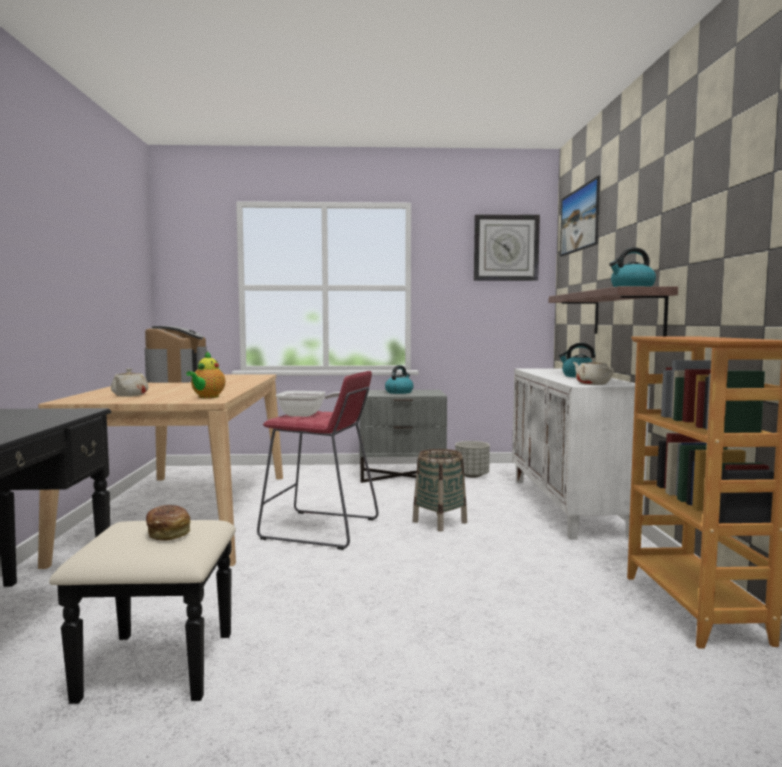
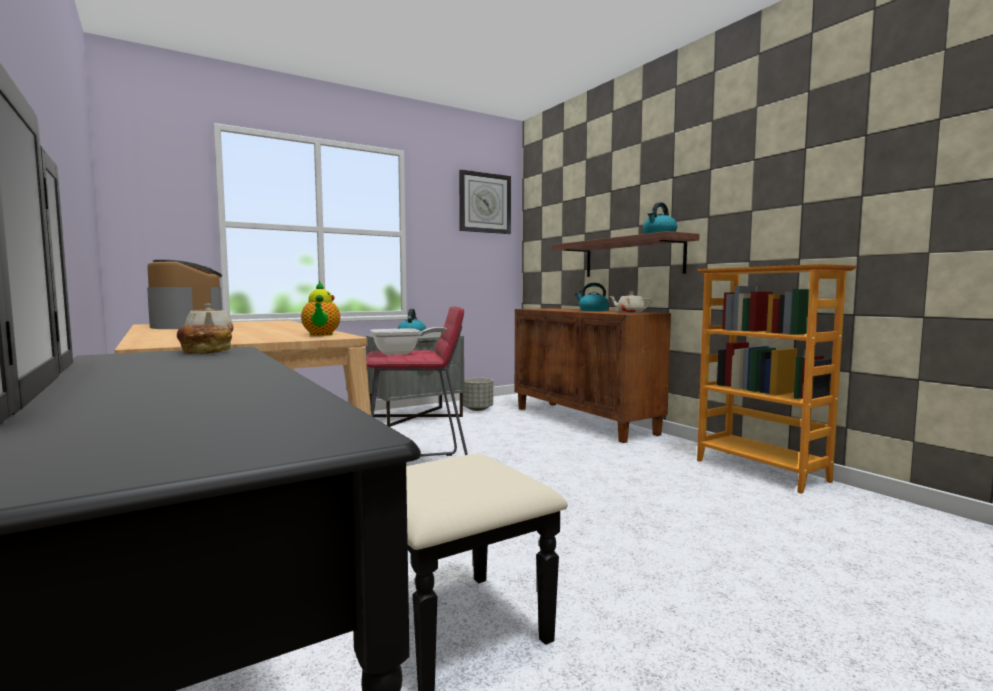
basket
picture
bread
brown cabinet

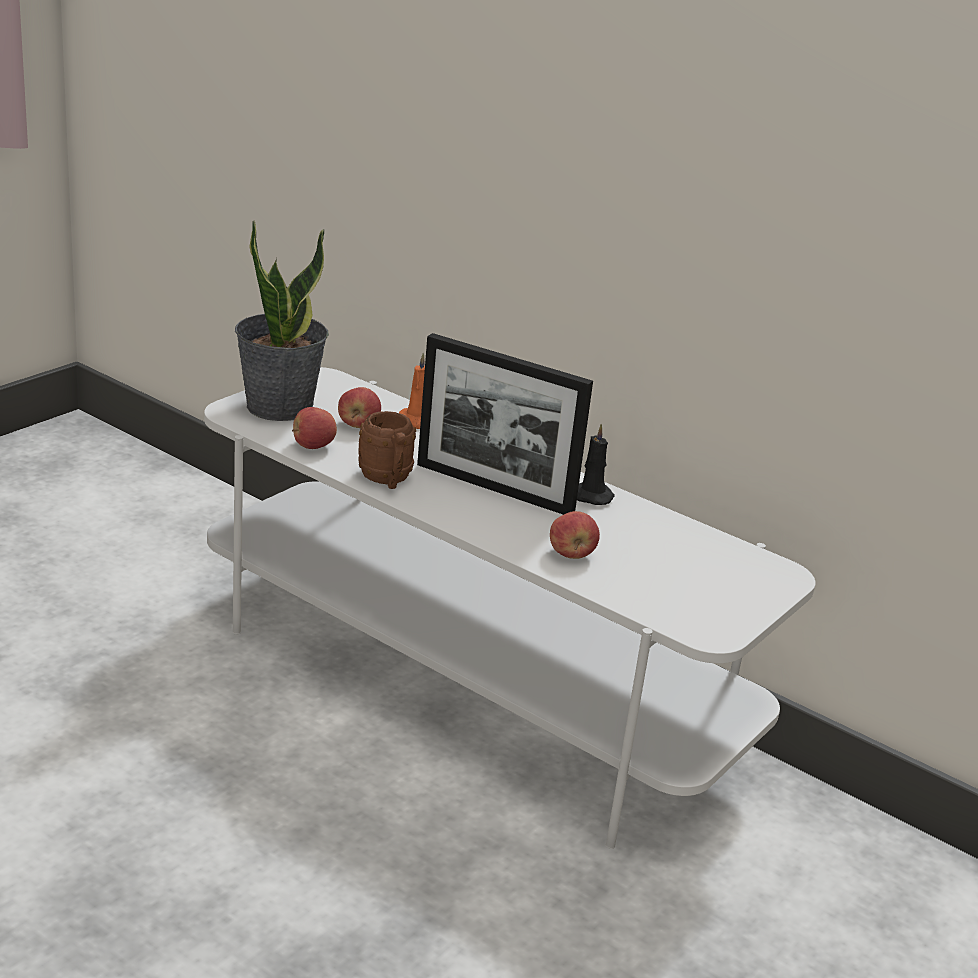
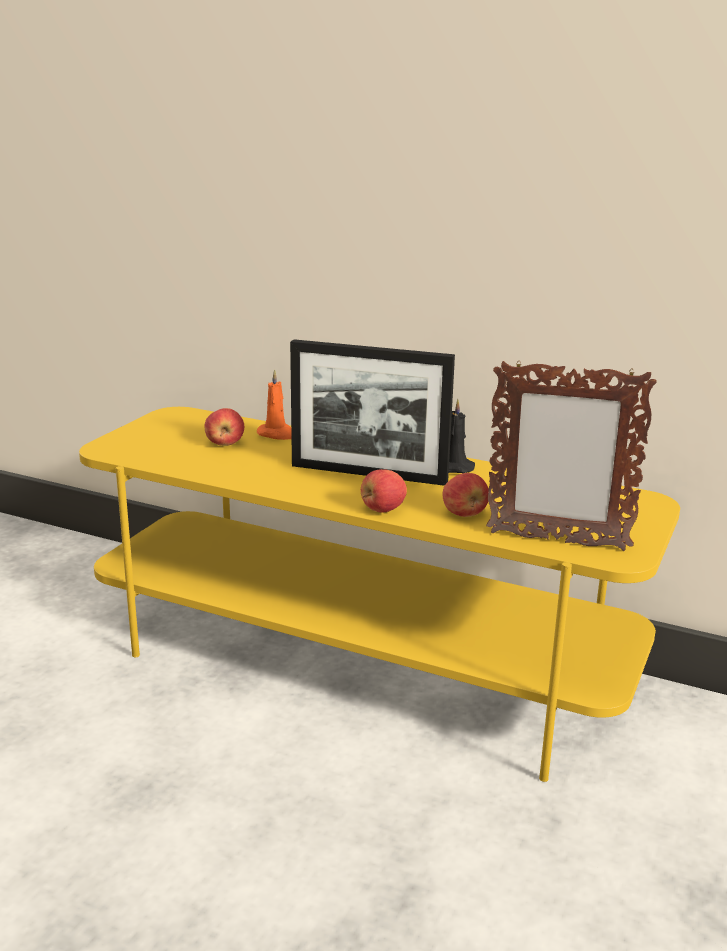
potted plant
brown mug
picture frame (2nd from left)
apple (2nd from left)
yellow tv stand

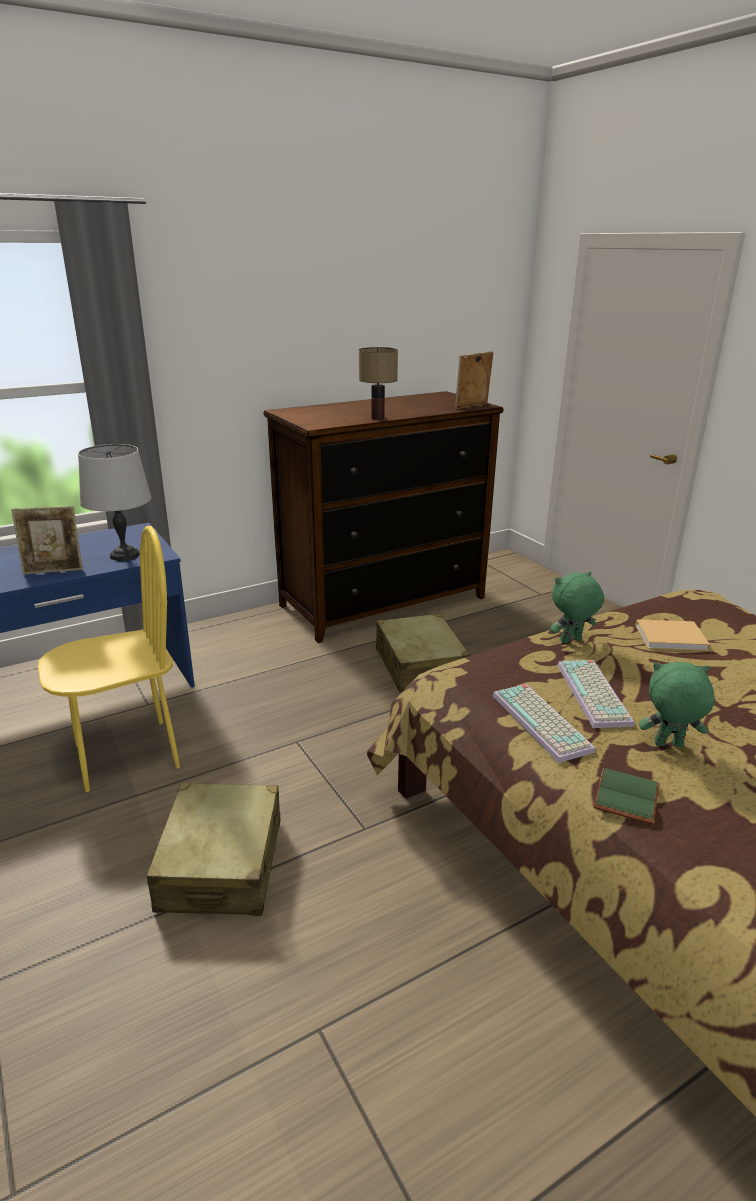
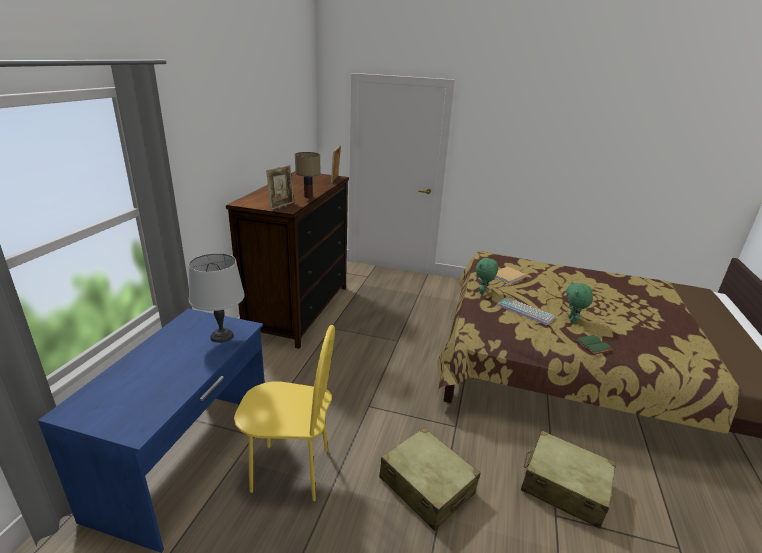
keyboard (1st from left in the first image)
picture frame (1st from left)
beige suitcase (2nd from left)
yellow chair
green plush toy (2nd from left)

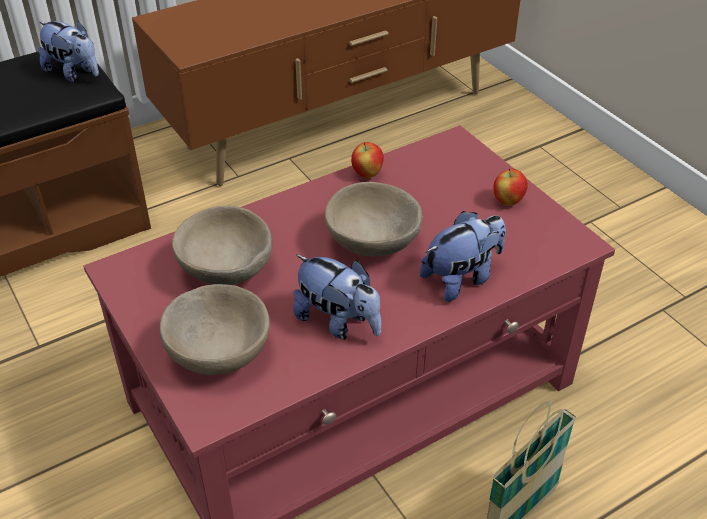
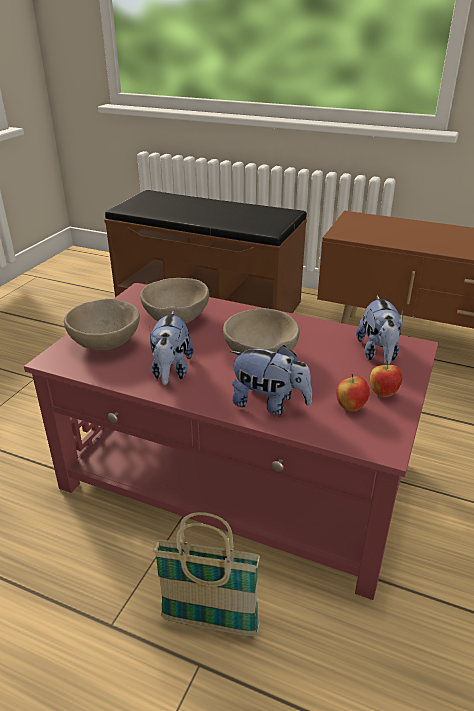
plush toy (3rd from left)
apple (1st from left)

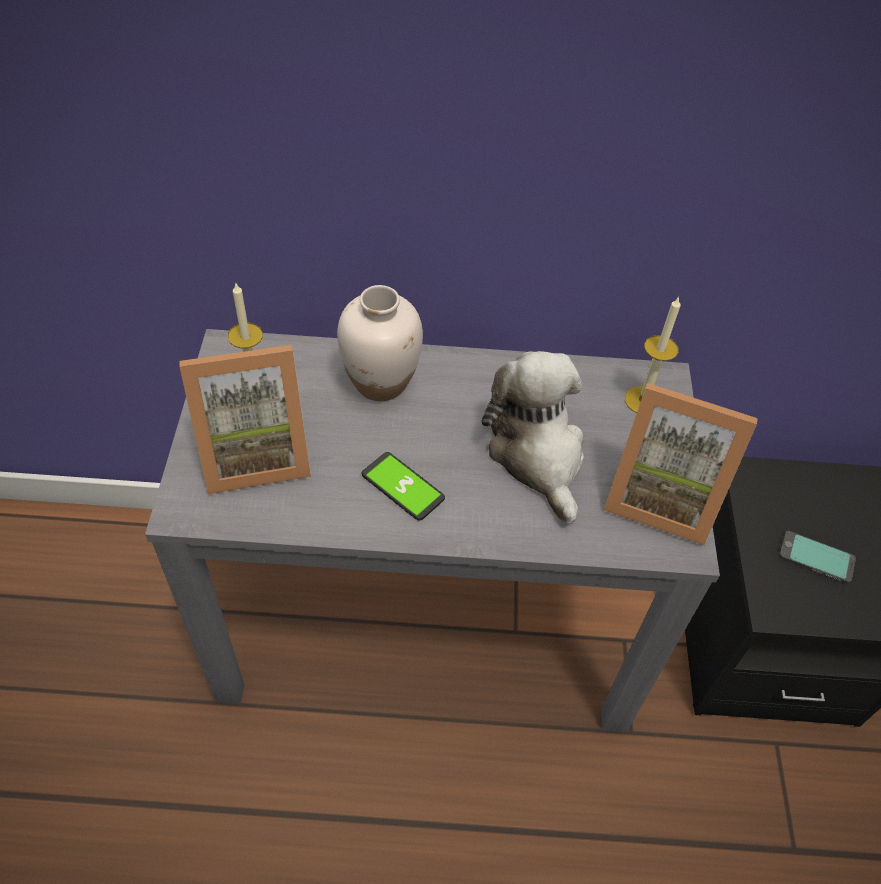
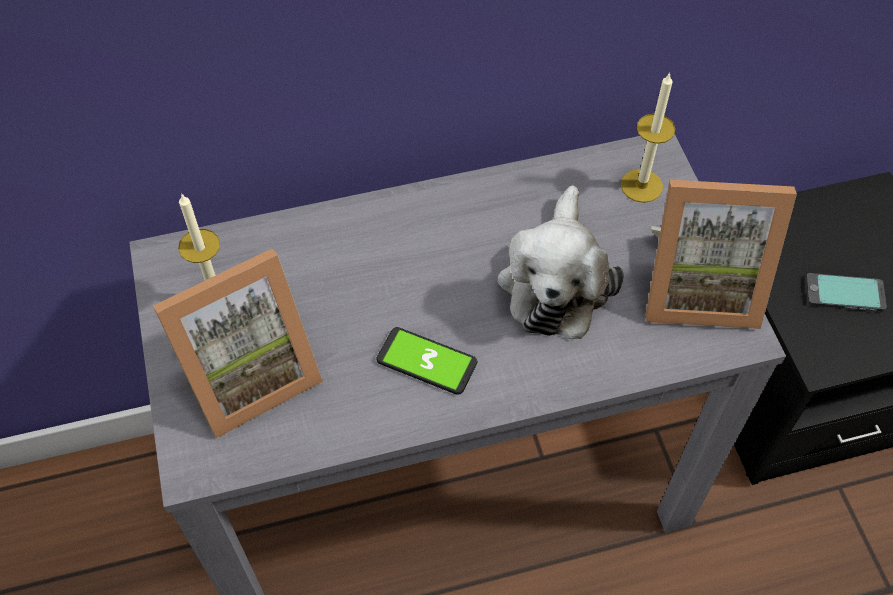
white vase
plush toy

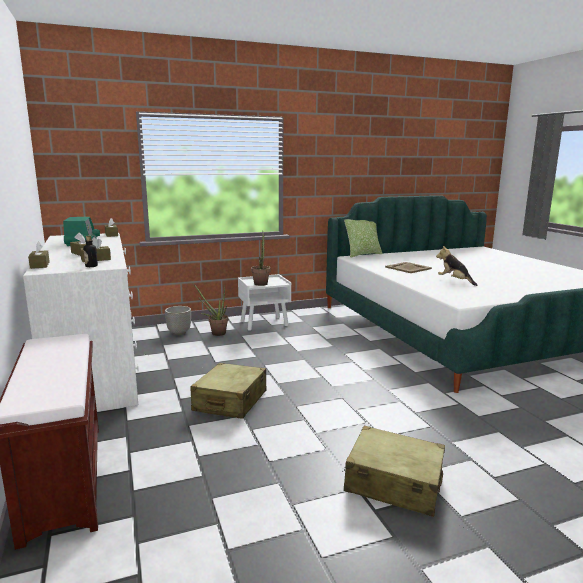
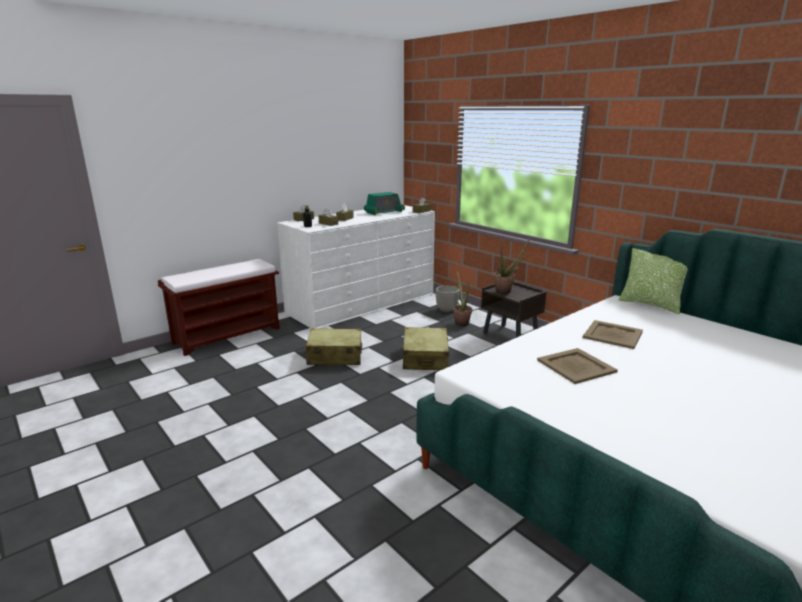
beige suitcase (2nd from left)
beige tray (1st from left)
brown nightstand

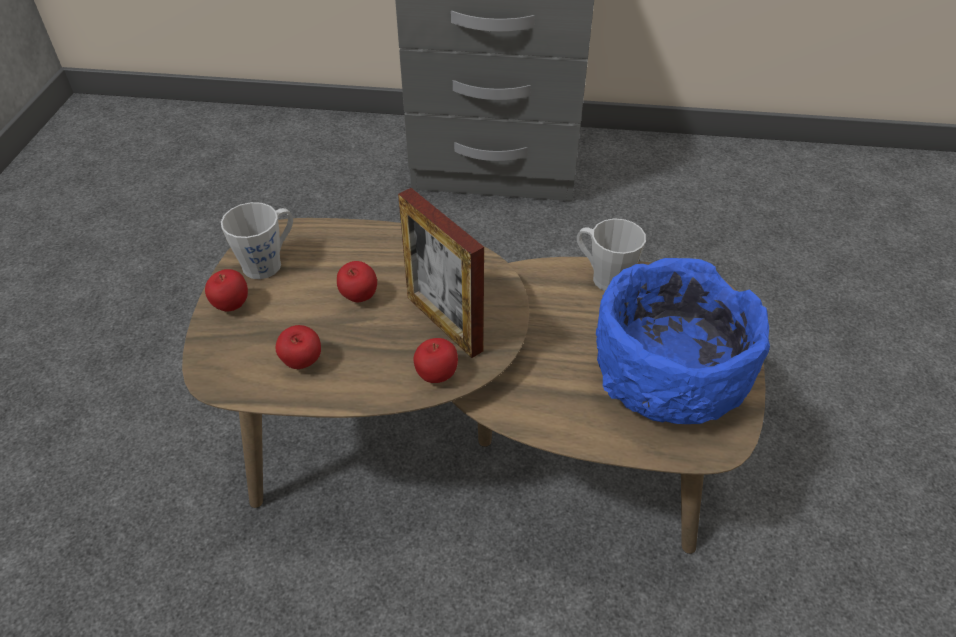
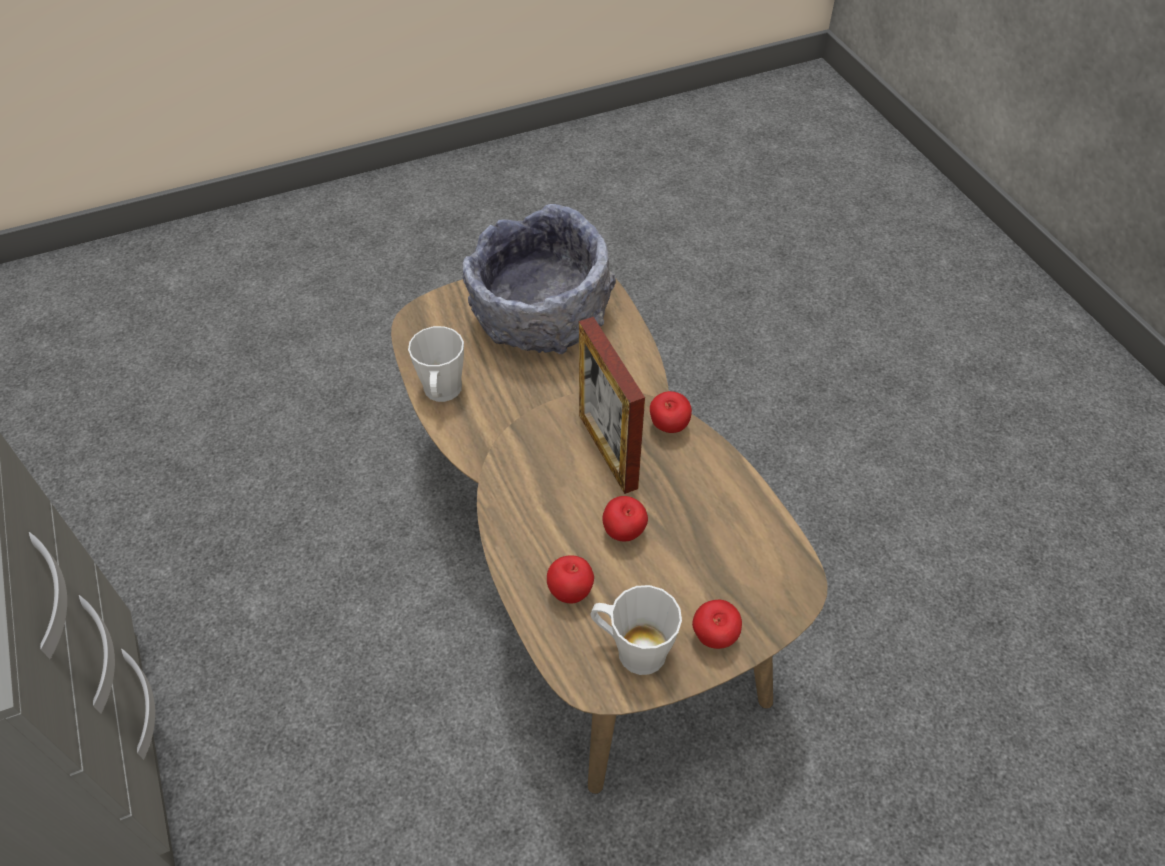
apple (1st from left)
grey bowl
picture frame

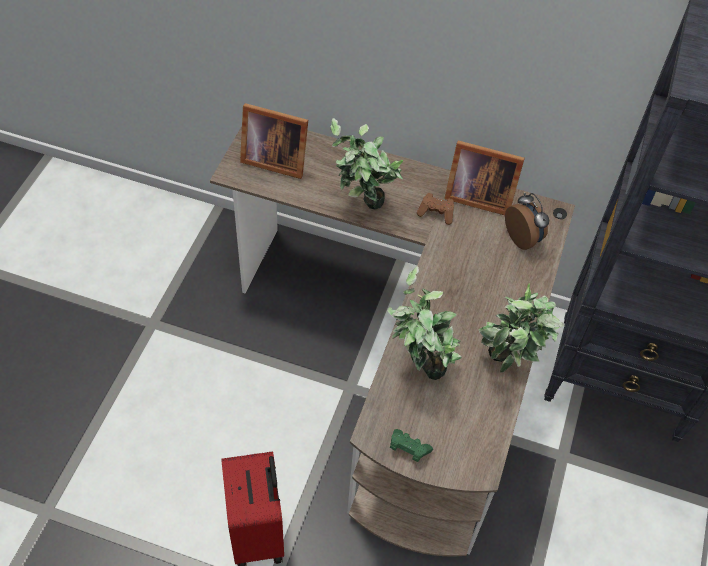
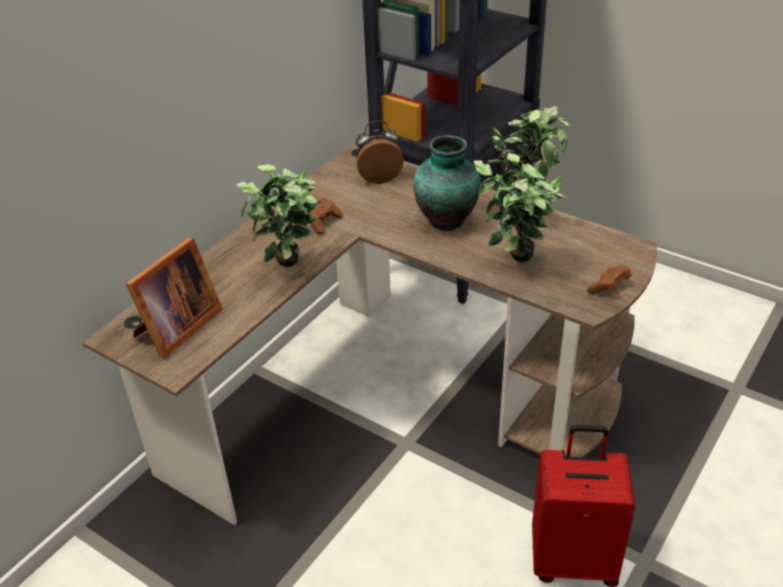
picture frame (2nd from left in the first image)
vase
brown game controller (2nd from left)

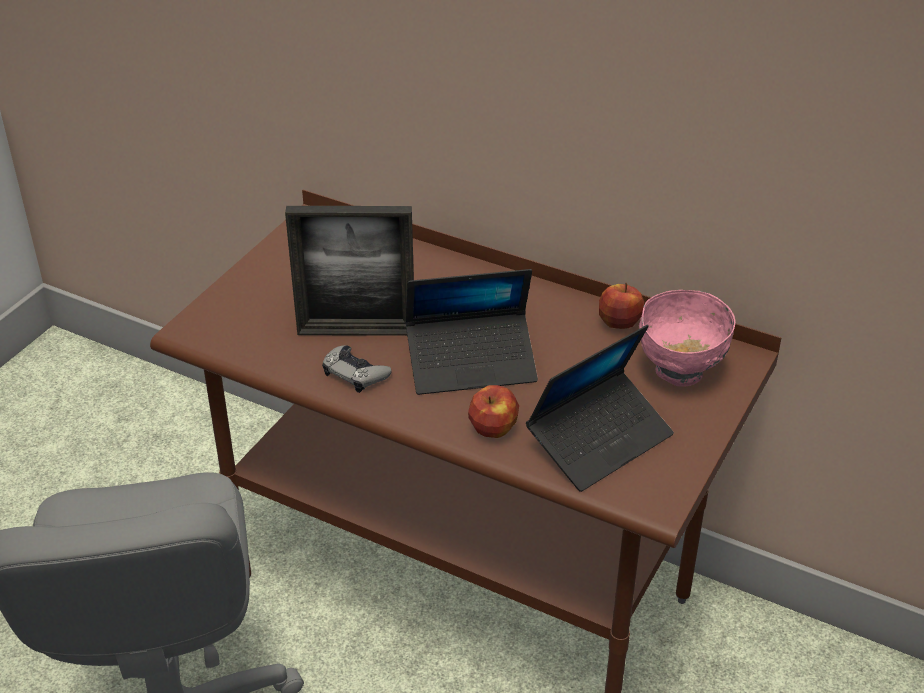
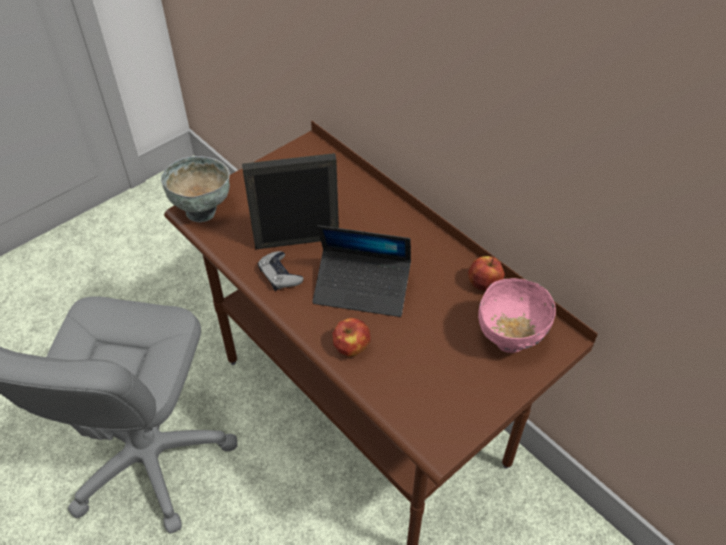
laptop (2nd from left in the first image)
grey bowl
picture frame

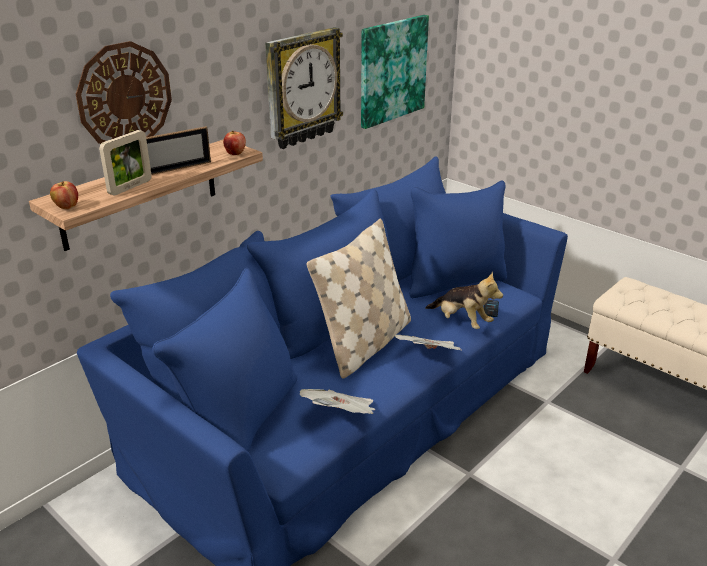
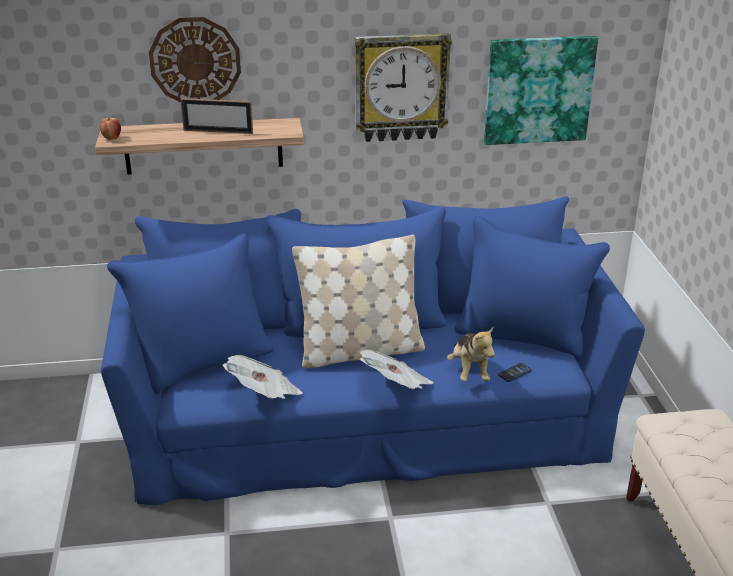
picture frame (1st from left in the first image)
apple (2nd from left in the first image)

